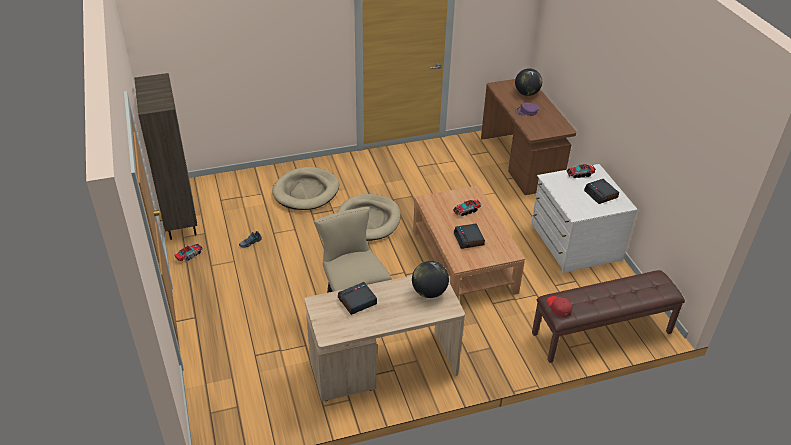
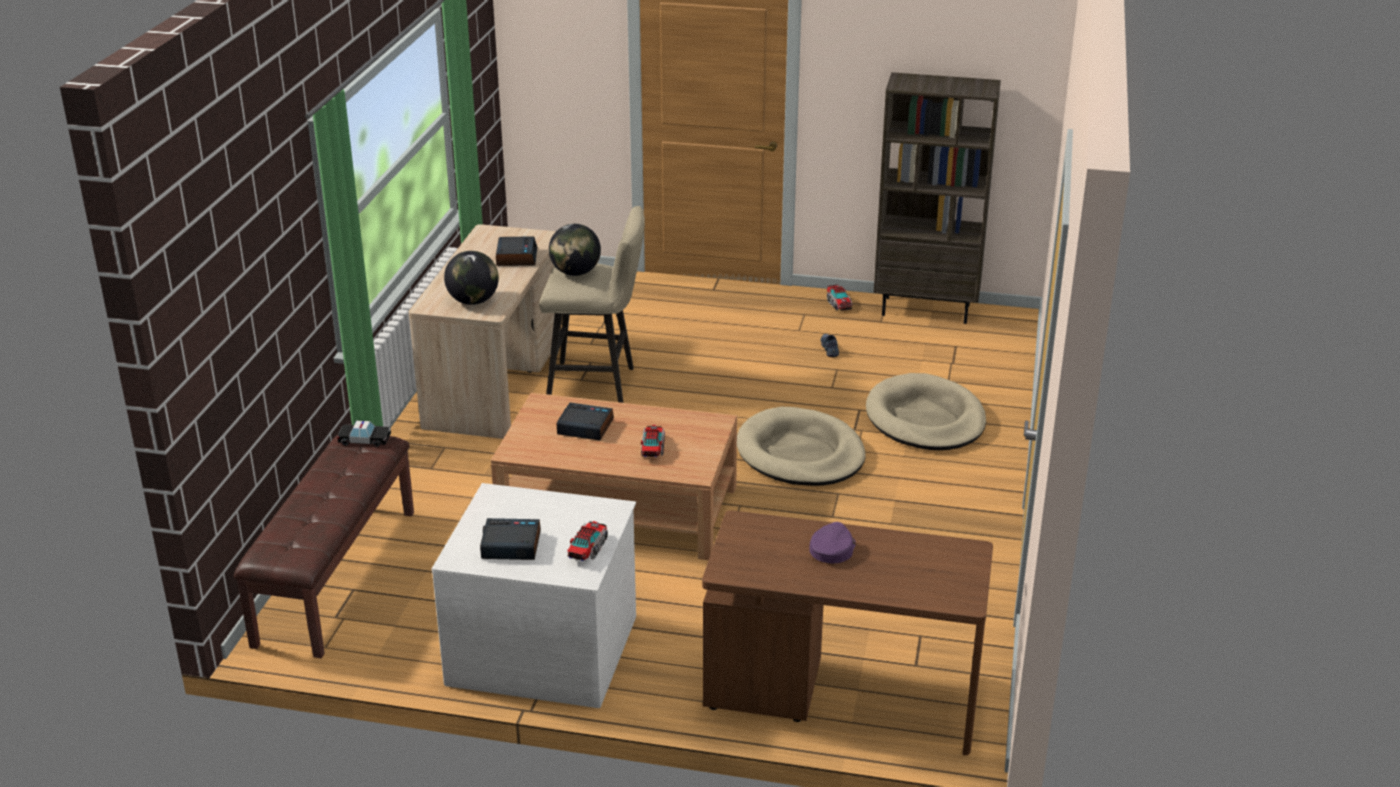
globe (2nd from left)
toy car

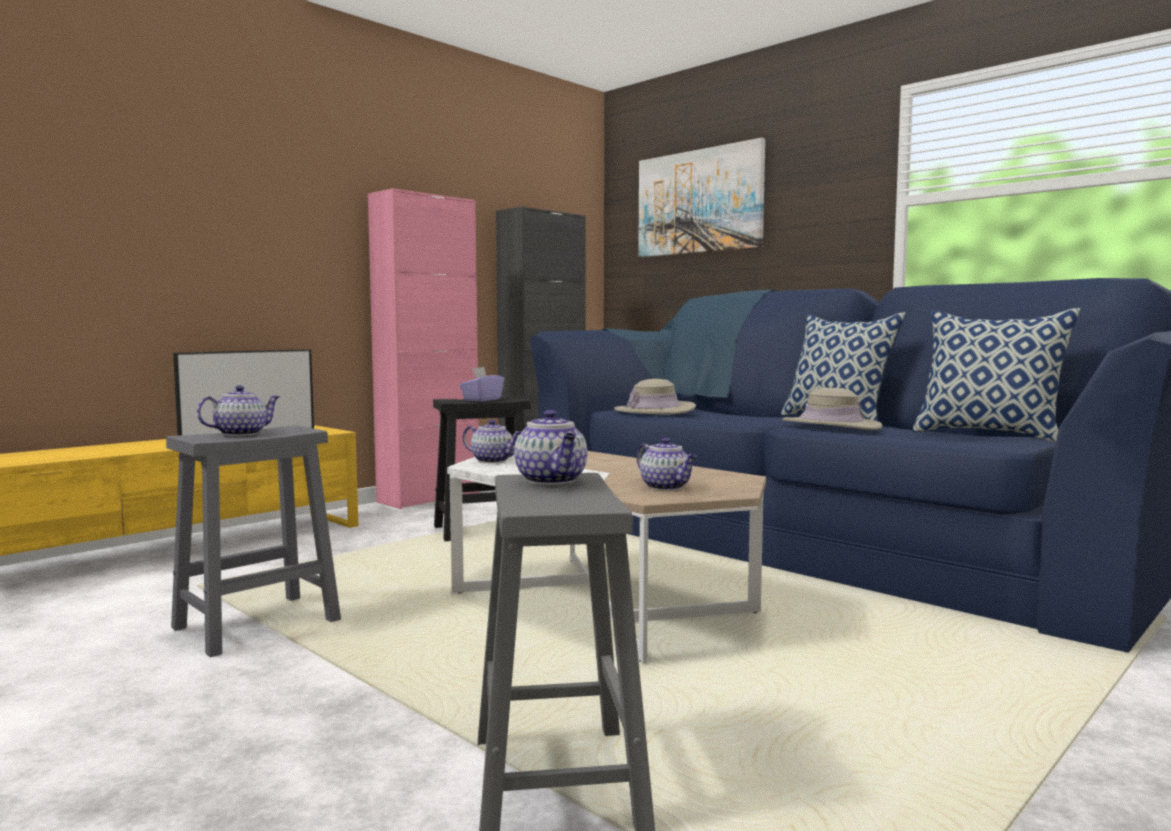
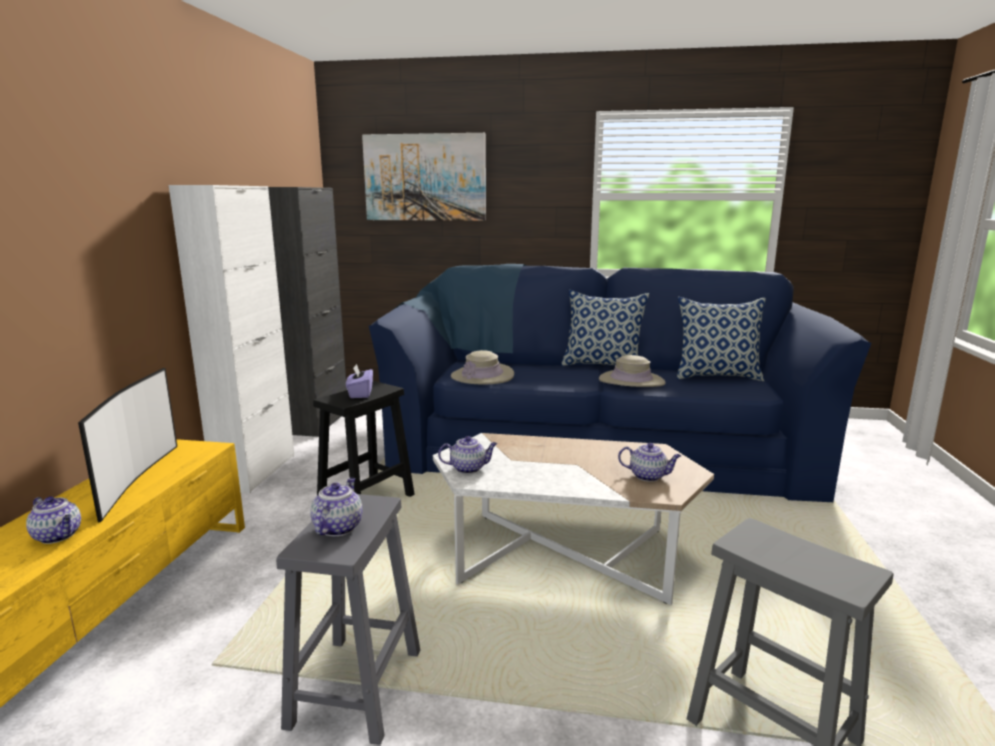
teapot (1st from left)
white cabinet

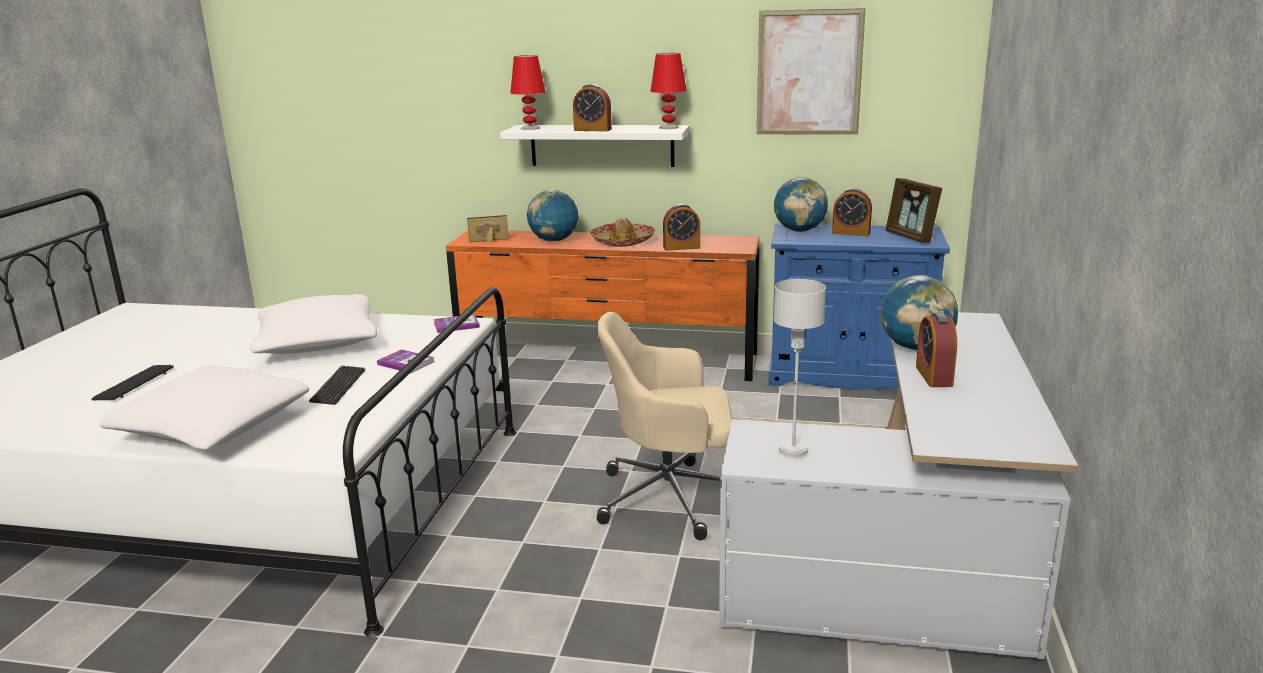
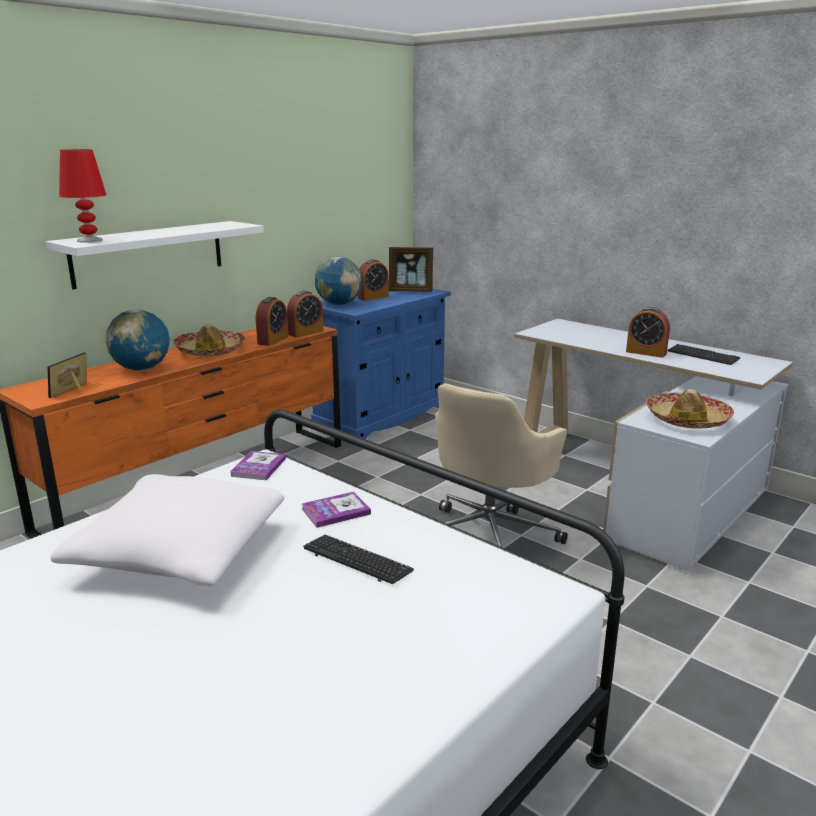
white pillow (1st from left in the first image)
red table lamp (2nd from left in the first image)
picture
globe (3rd from left in the first image)
keyboard (2nd from left)
alarm clock (2nd from left)
hat (2nd from left)

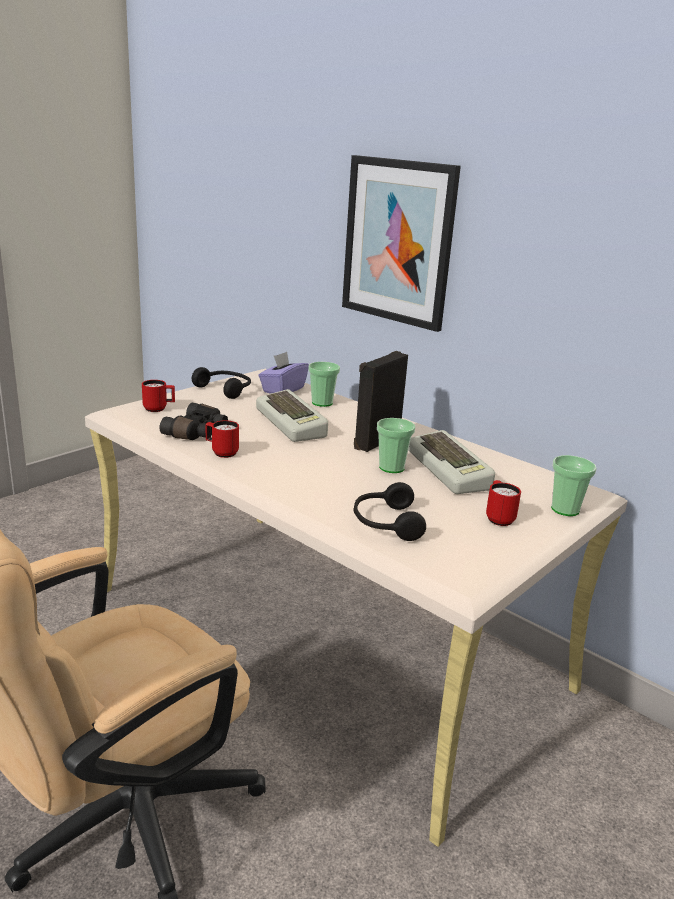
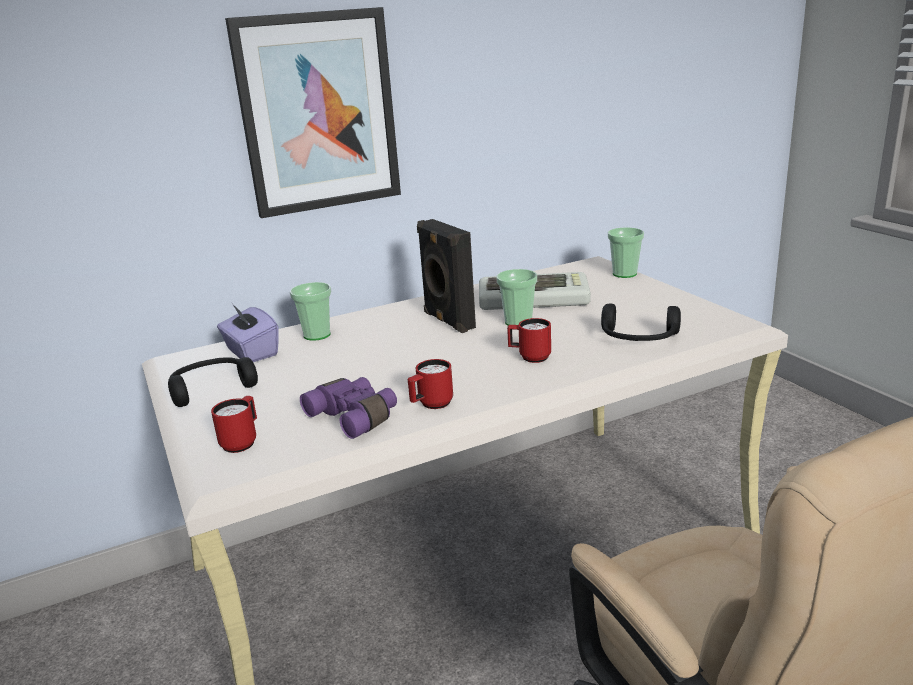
keyboard (1st from left in the first image)
red mug (3rd from left)
purple binoculars

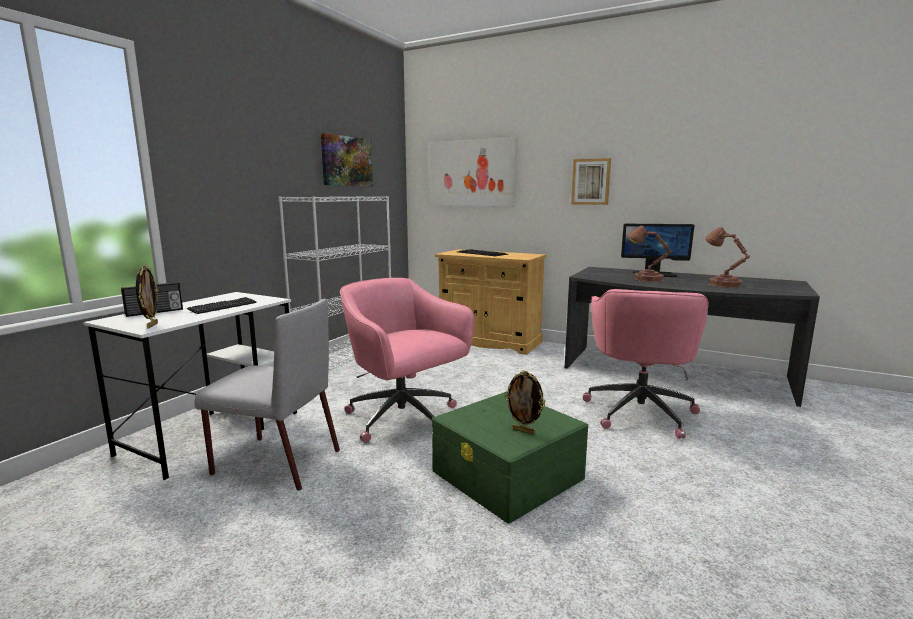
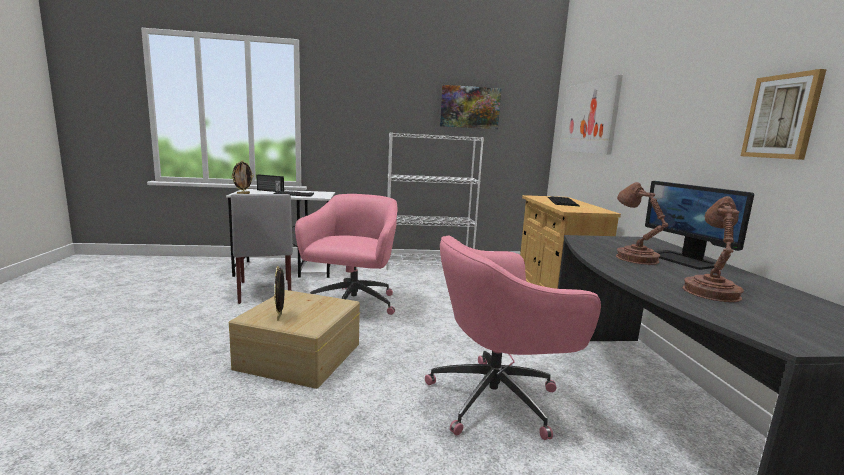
picture (3rd from left)
beige storage box

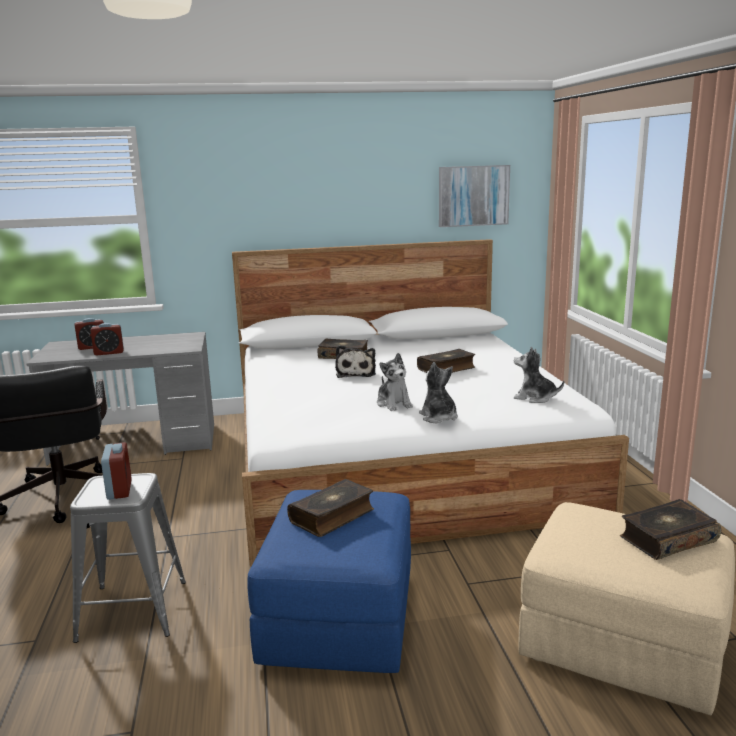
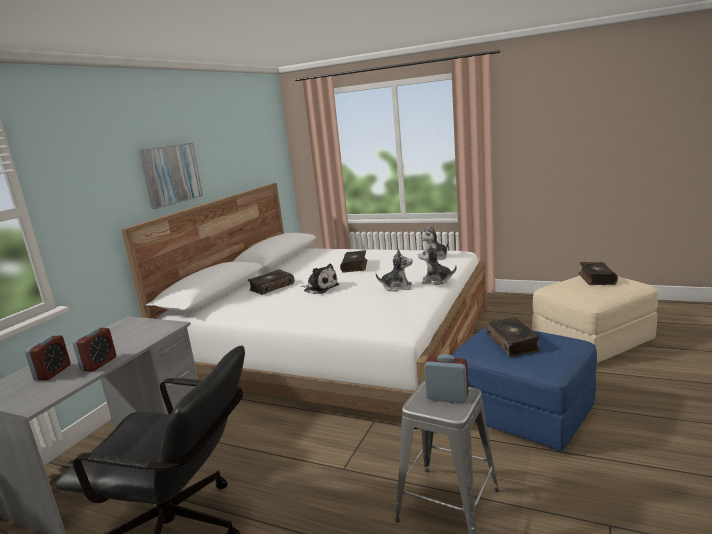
picture

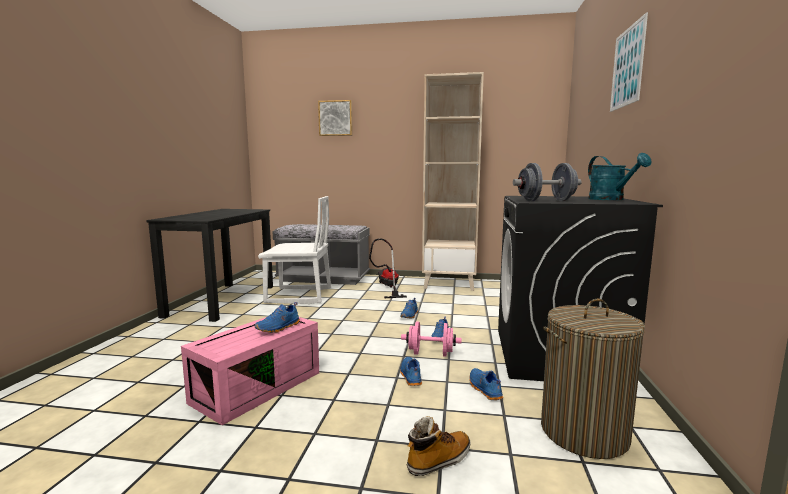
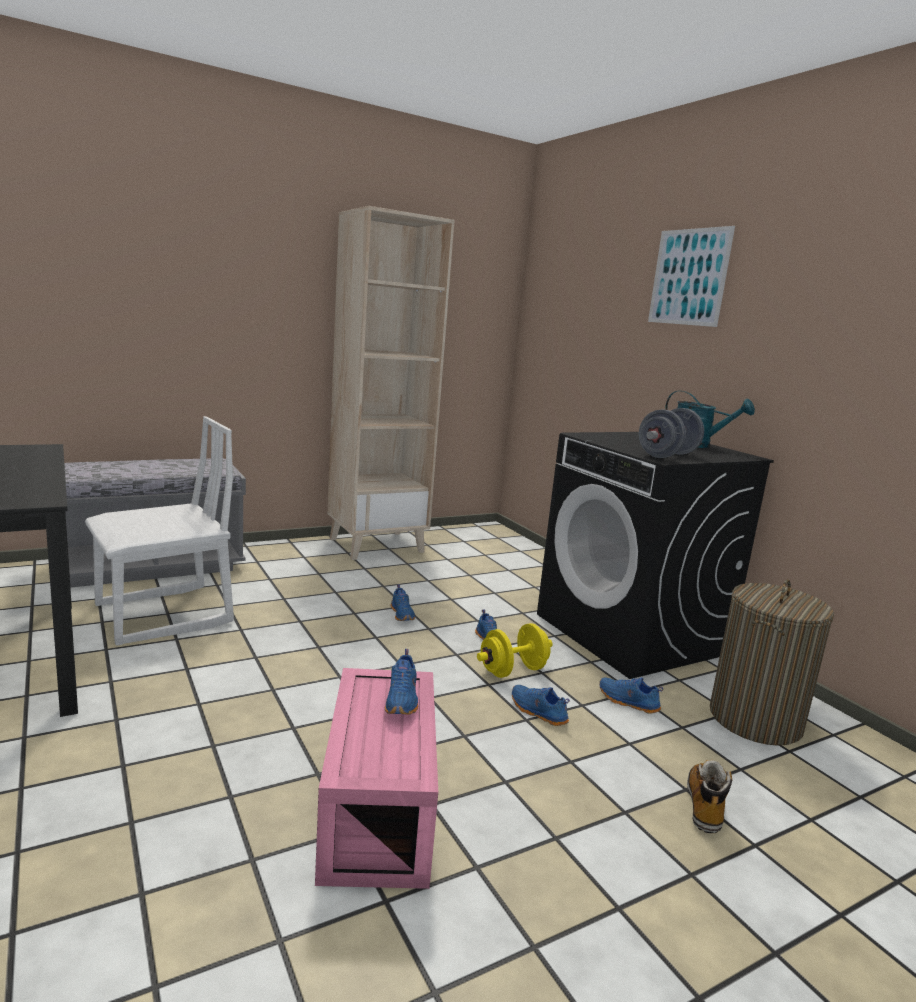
picture (1st from left in the first image)
vacuum cleaner
yellow dumbbell

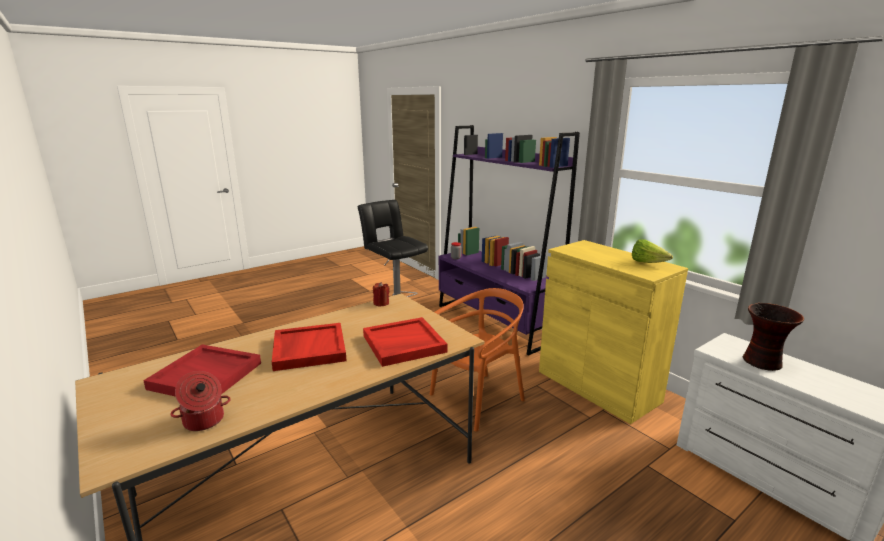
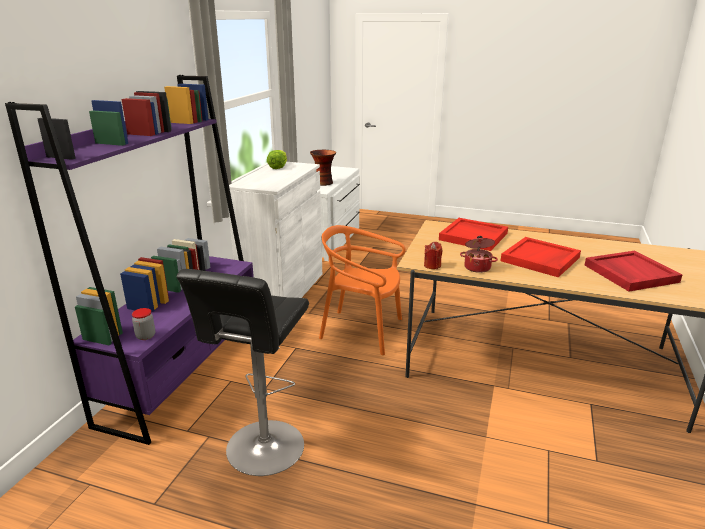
cooking pot
white cabinet

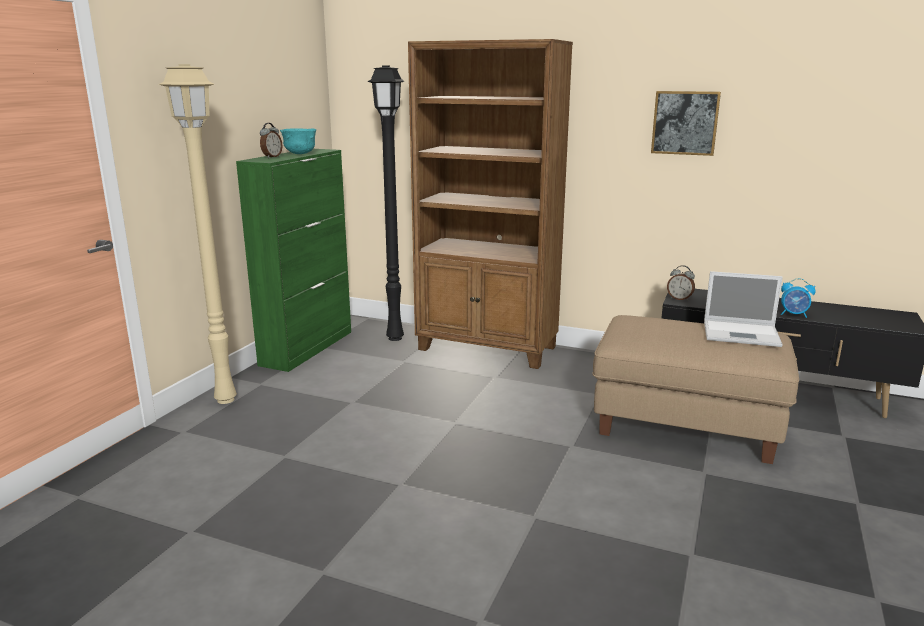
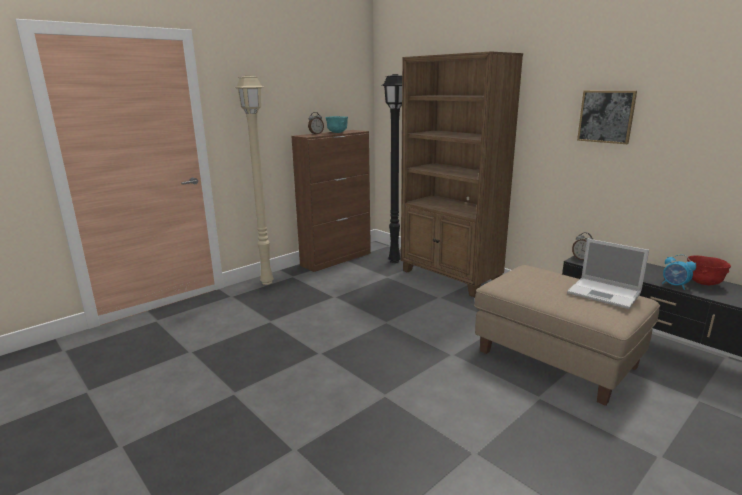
red bowl
brown cabinet

